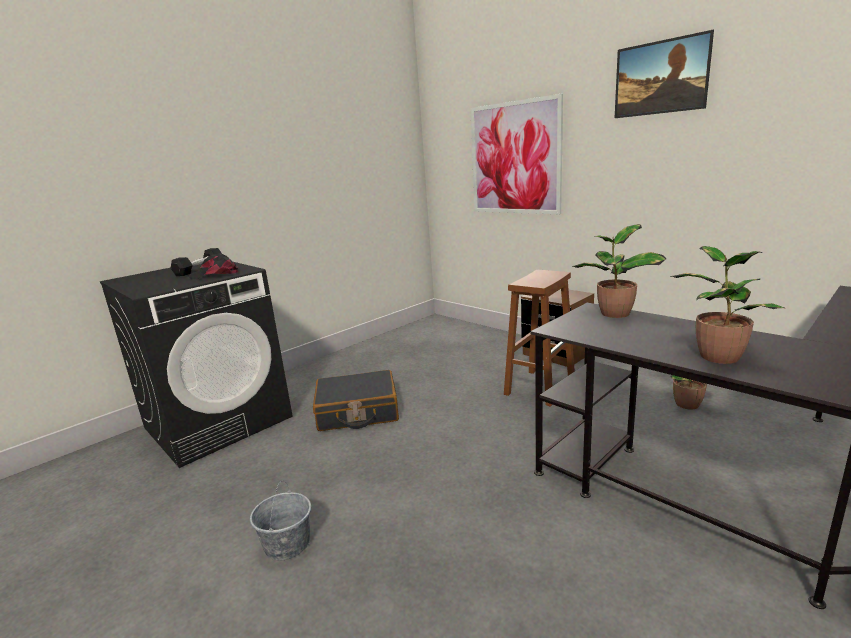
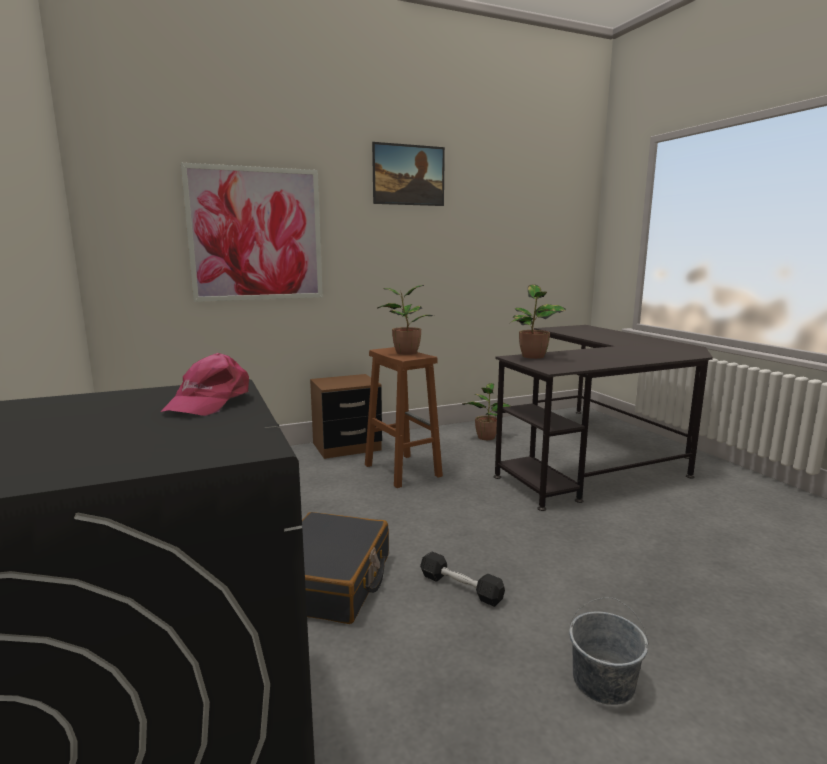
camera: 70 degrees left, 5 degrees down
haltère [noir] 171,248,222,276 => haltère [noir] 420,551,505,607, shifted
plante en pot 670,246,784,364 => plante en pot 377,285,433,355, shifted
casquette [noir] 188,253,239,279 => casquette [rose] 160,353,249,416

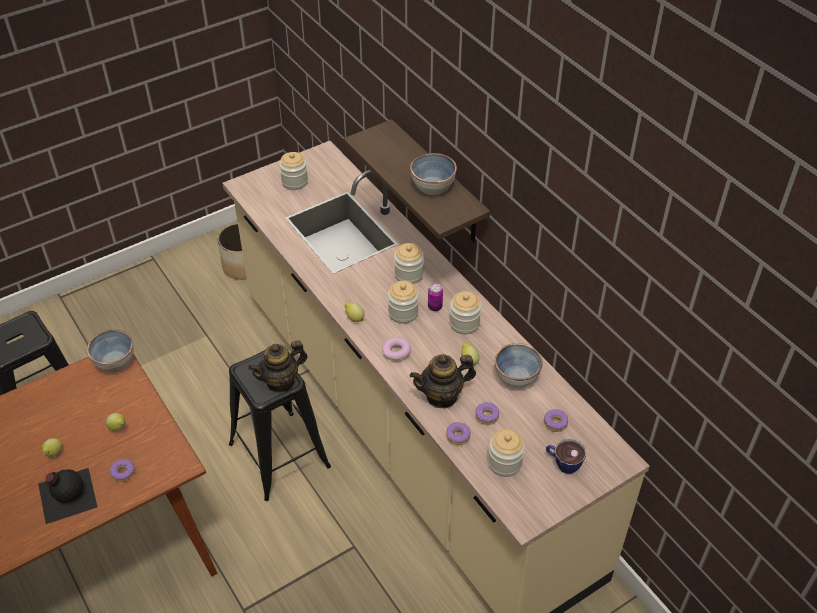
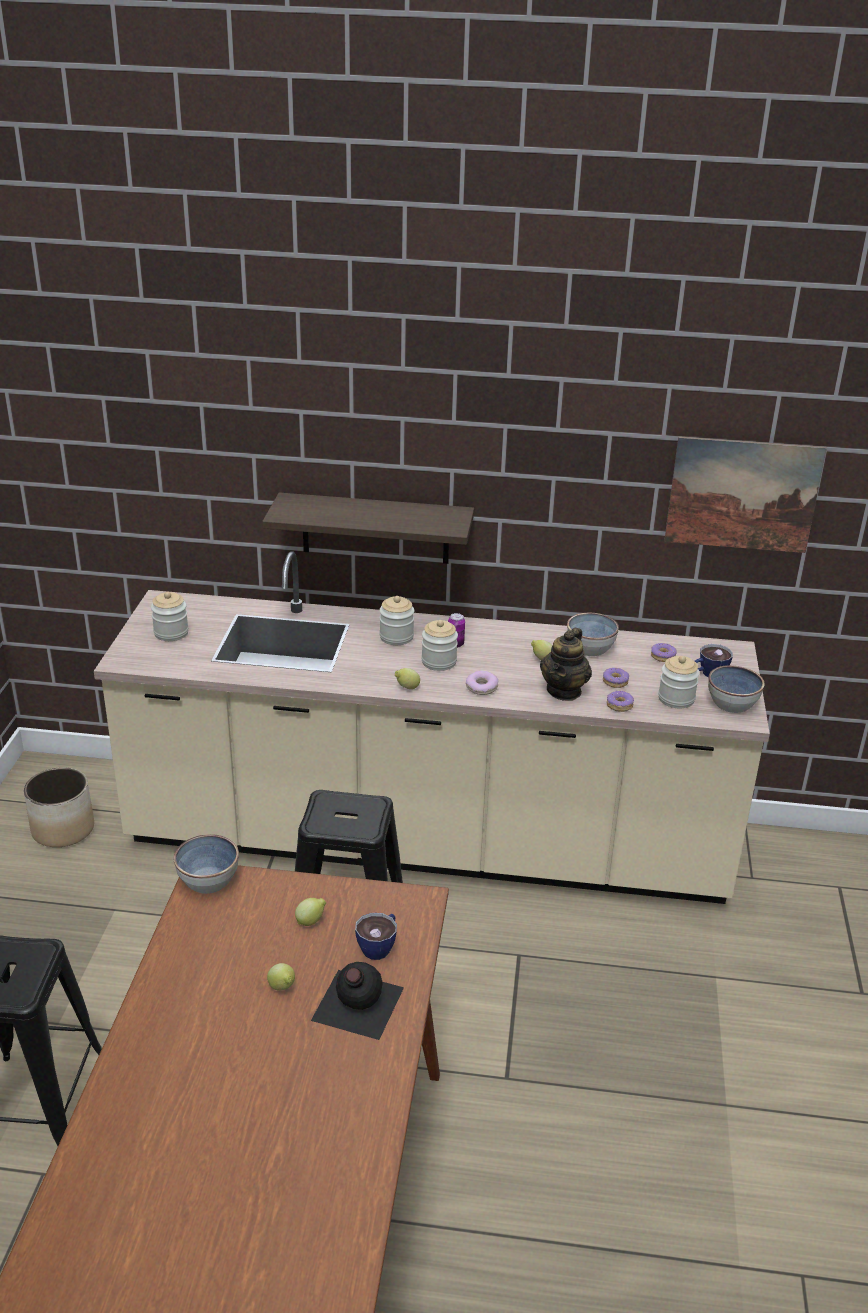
camera: 50 degrees left, 15 degrees down
théière 248,340,308,393 => nothing
bocal 449,291,481,334 => nothing
nothing => tableau 664,436,827,553
bol 410,153,457,195 => bol 708,665,765,713, shifted
beignet 110,459,135,482 => tasse 355,913,397,960

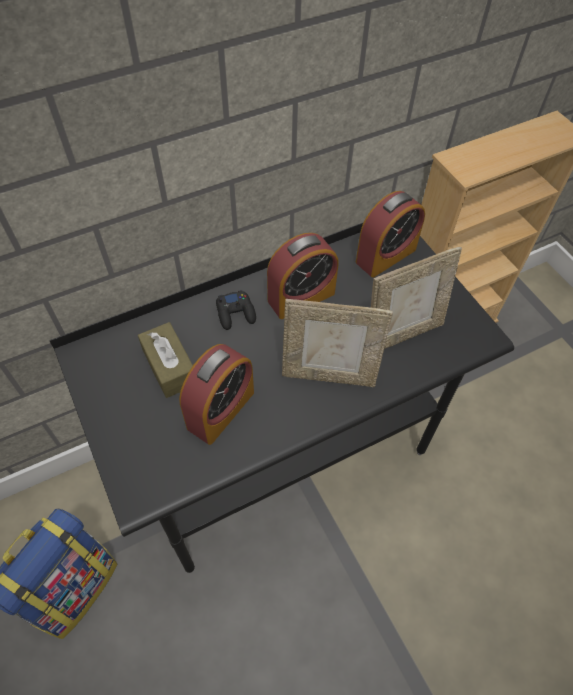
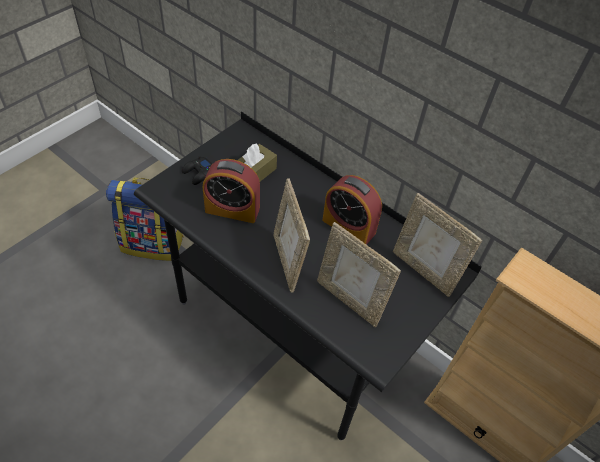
camera: 65 degrees right, 5 degrees down
manette [noir] 216,290,256,330 => manette [noir] 182,156,212,185, shifted
réveil 356,191,425,277 => cadre photo 393,193,482,297

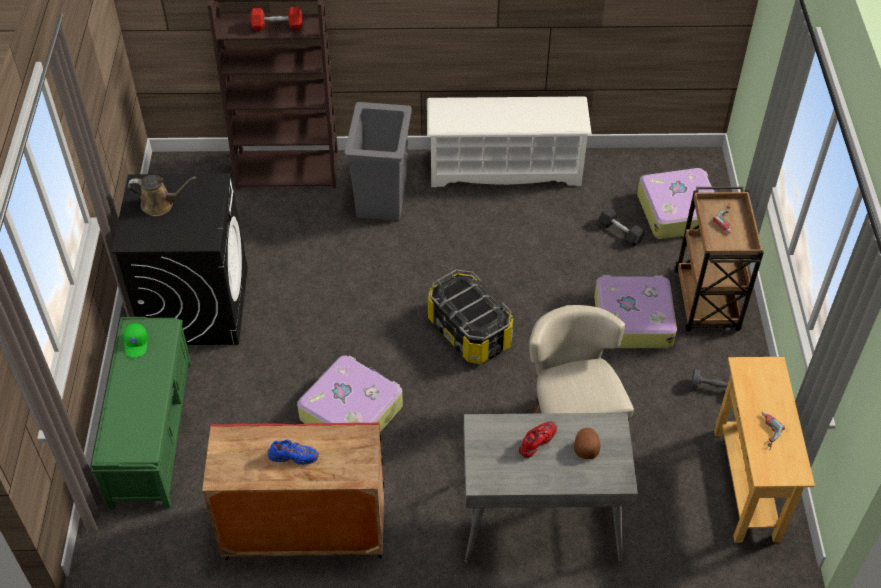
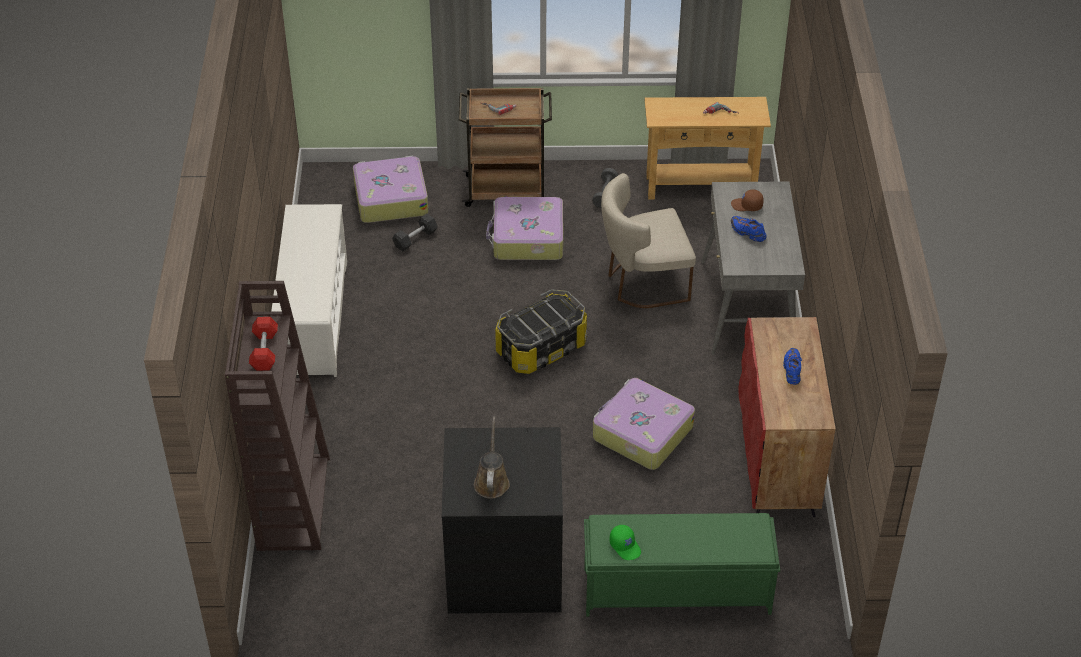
camera: 90 degrees left, 5 degrees down
poubelle [gris] 345,102,412,221 => nothing
chaussure [rouge] 519,421,557,458 => chaussure [bleu] 731,216,767,242
casquette [vert] 123,323,148,358 => casquette [vert] 609,525,641,560, 60 degrees clockwise

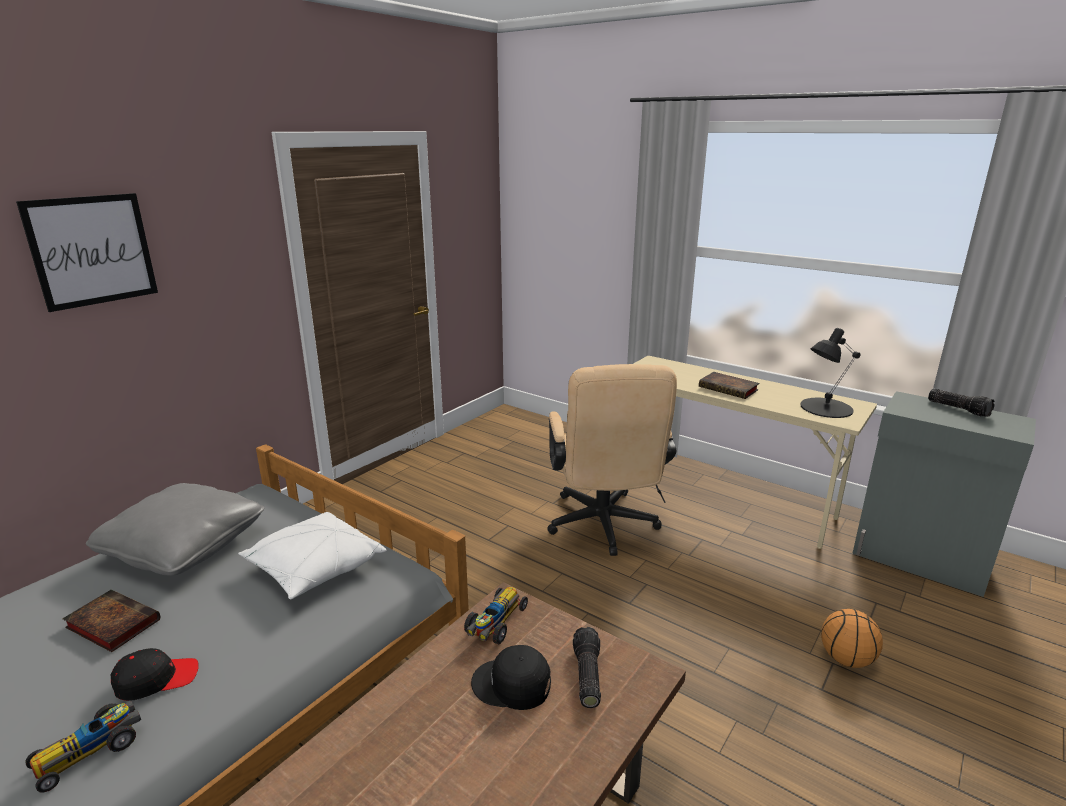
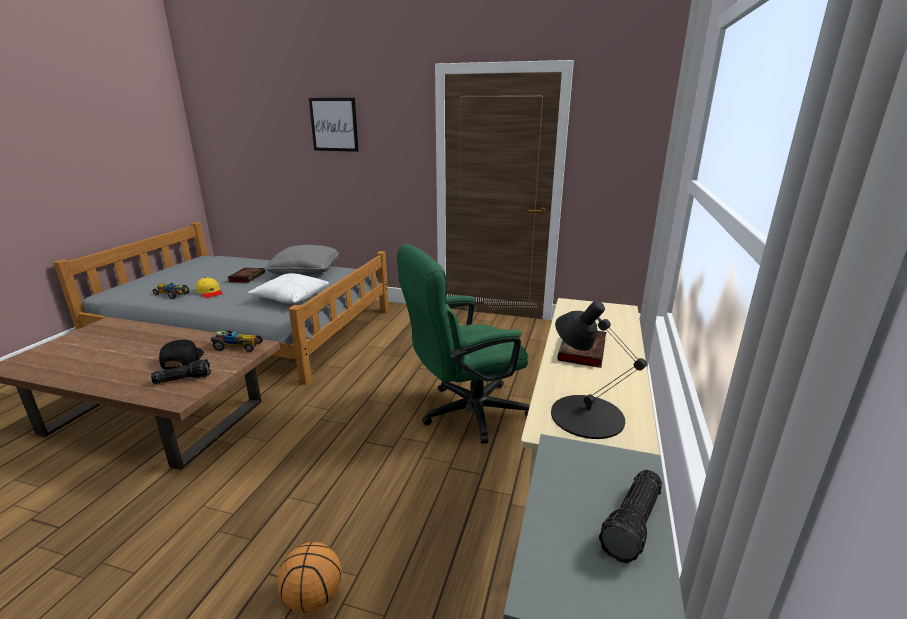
camera: 70 degrees right, 0 degrees up
casquette [noir] 111,648,199,701 => casquette [jaune] 196,277,222,298
chaise de bureau [beige] 547,364,677,556 => chaise de bureau [vert] 397,244,530,444

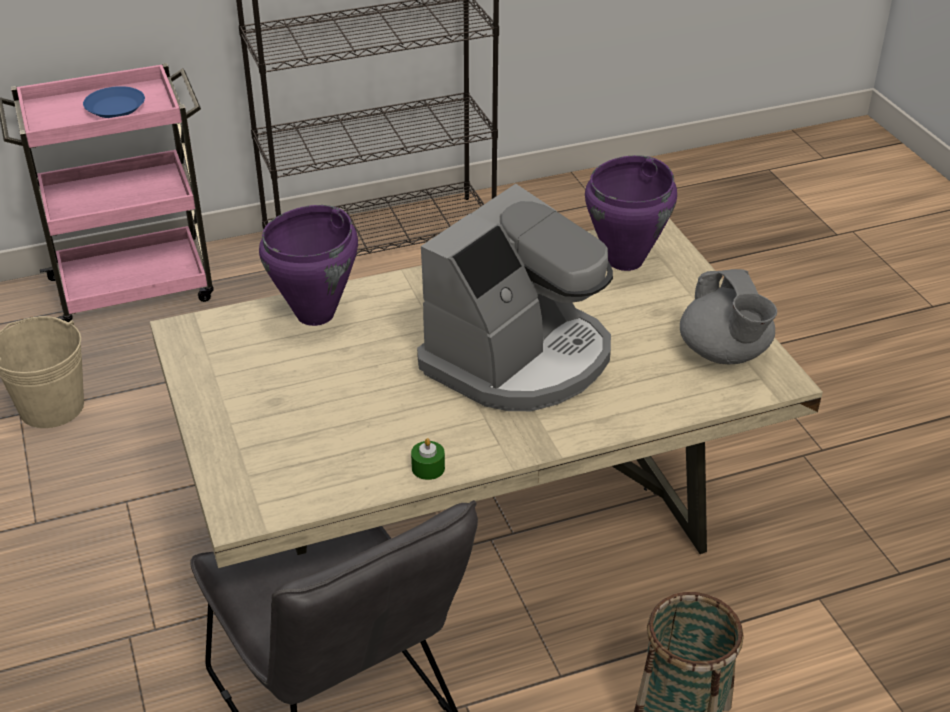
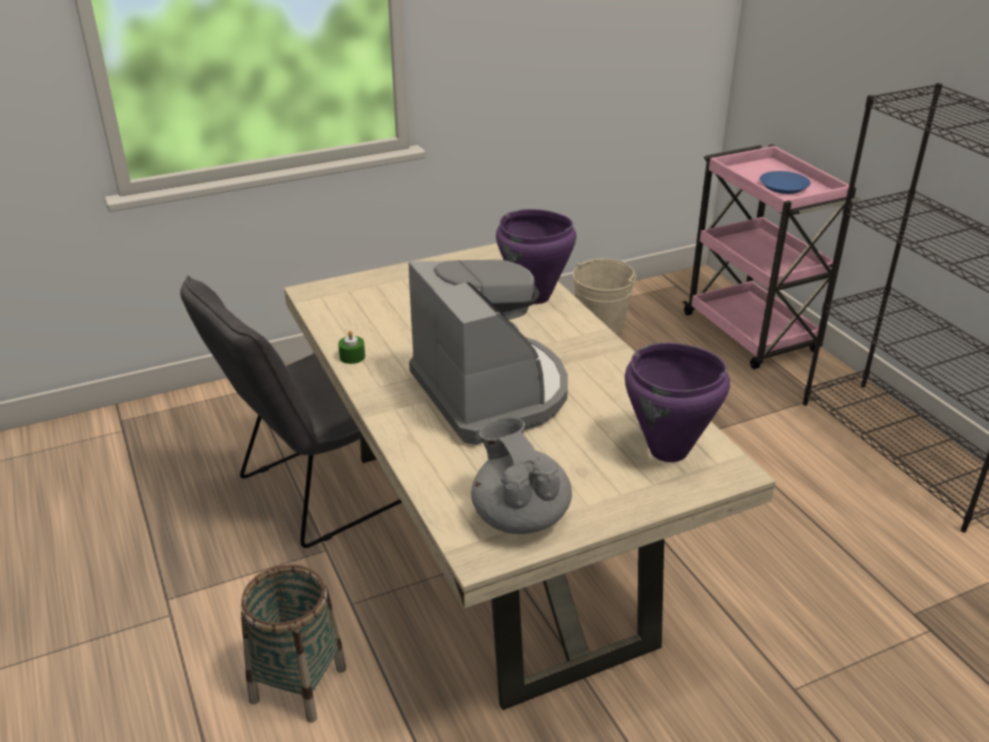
camera: 85 degrees right, 5 degrees down
machine à café 417,184,613,411 => machine à café 408,260,568,445, 150 degrees counterclockwise
théière [gris] 680,269,777,364 => théière [gris] 471,417,572,534, 90 degrees clockwise

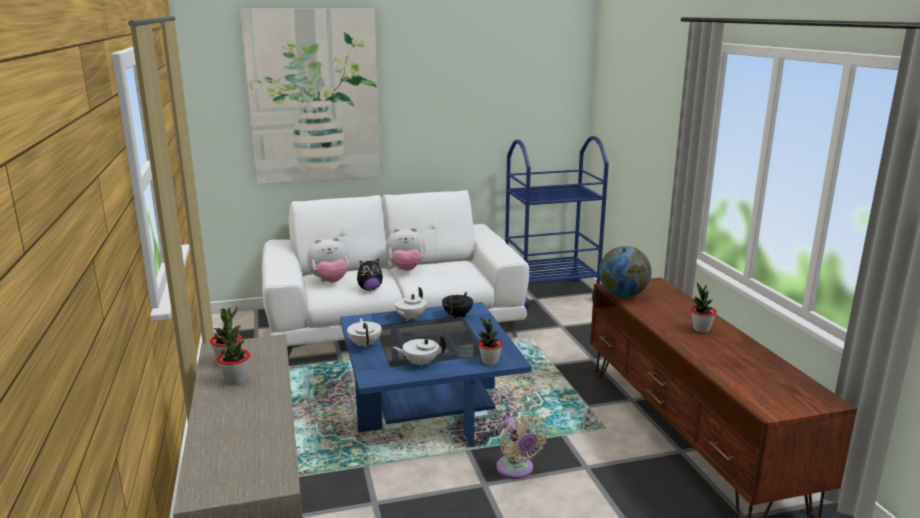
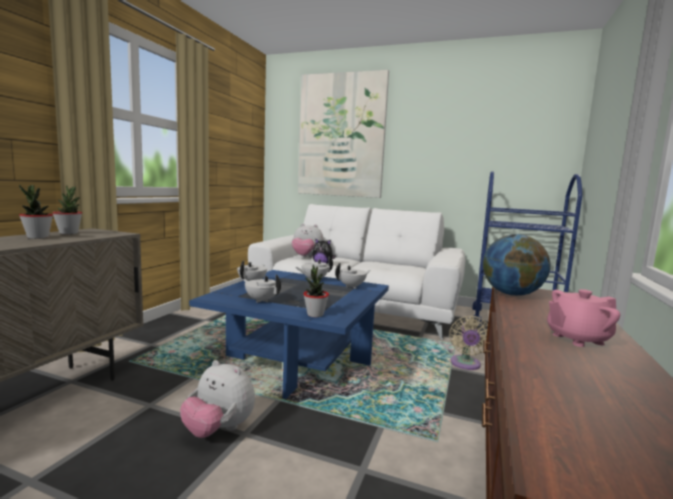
camera: 35 degrees right, 10 degrees down
peluche 386,228,425,271 => peluche 180,360,255,438, shifted
ventilateur [beige] 496,415,547,479 => ventilateur [beige] 449,316,488,370, shifted
plante en pot 691,282,717,333 => théière [rose] 547,289,620,347
théière [noir] 442,292,473,318 => théière [blanc] 335,263,371,289

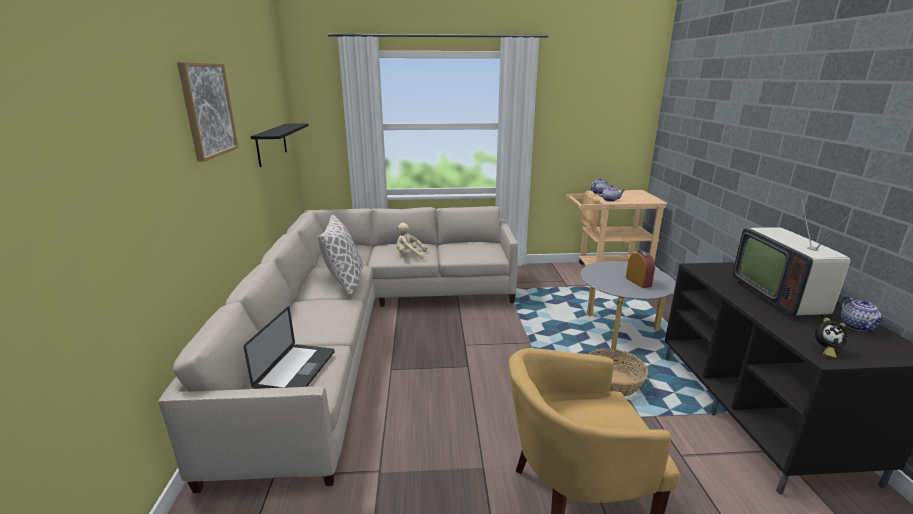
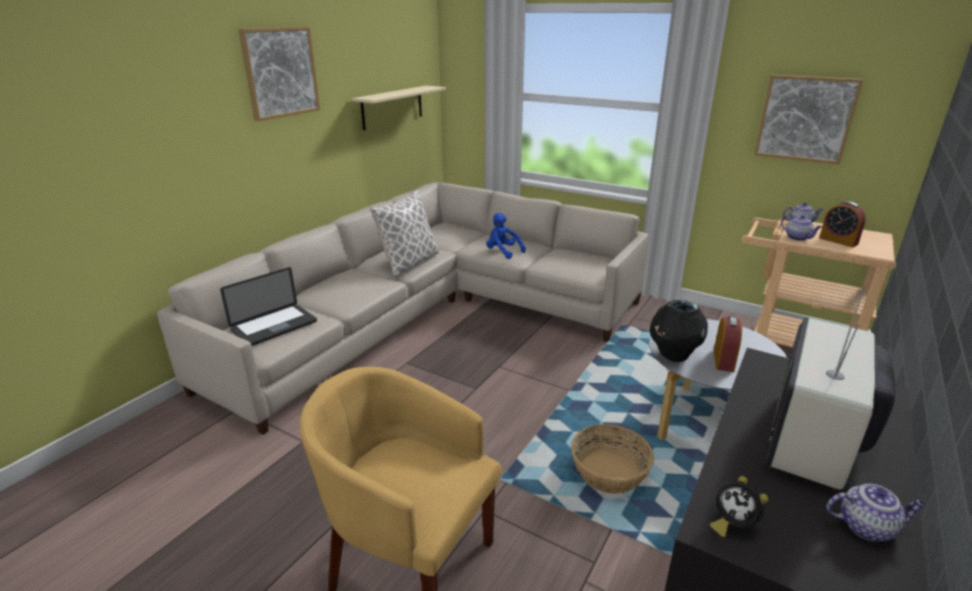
camera: 35 degrees right, 5 degrees up
nothing => vase [noir] 650,300,708,362
nothing => tableau 754,75,863,164
nothing => réveil 819,201,866,247
étagère [noir] 251,124,309,167 => étagère [beige] 352,86,446,130
peluche [beige] 396,223,427,259 => peluche [bleu] 486,213,526,259
théière 841,296,886,331 => théière 827,484,926,541, 120 degrees counterclockwise

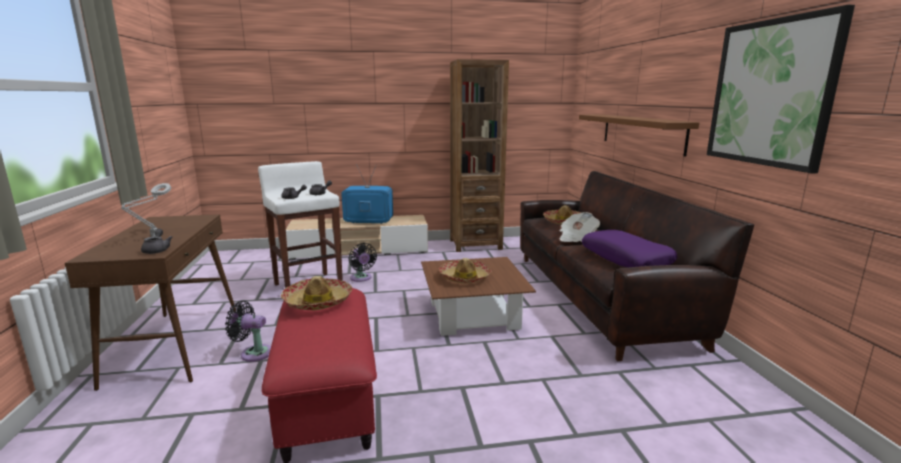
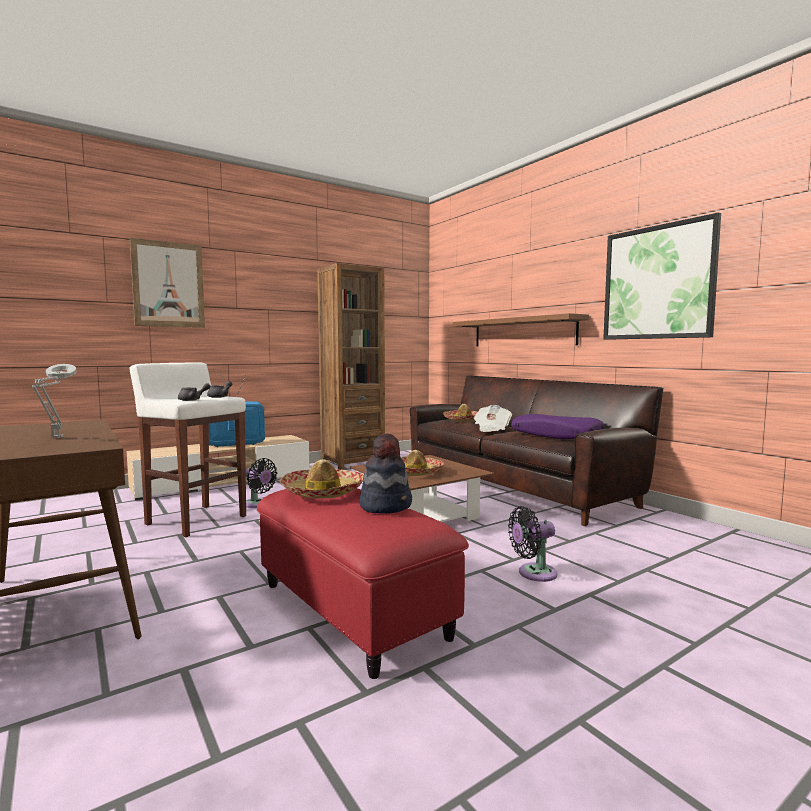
camera: 25 degrees left, 10 degrees down
théière [gris] 141,229,173,254 => nothing
nothing => tableau 130,238,205,328
nothing => chapeau 359,433,412,514
ventilateur [noir] 225,301,271,362 => ventilateur [noir] 508,506,558,582, shifted

